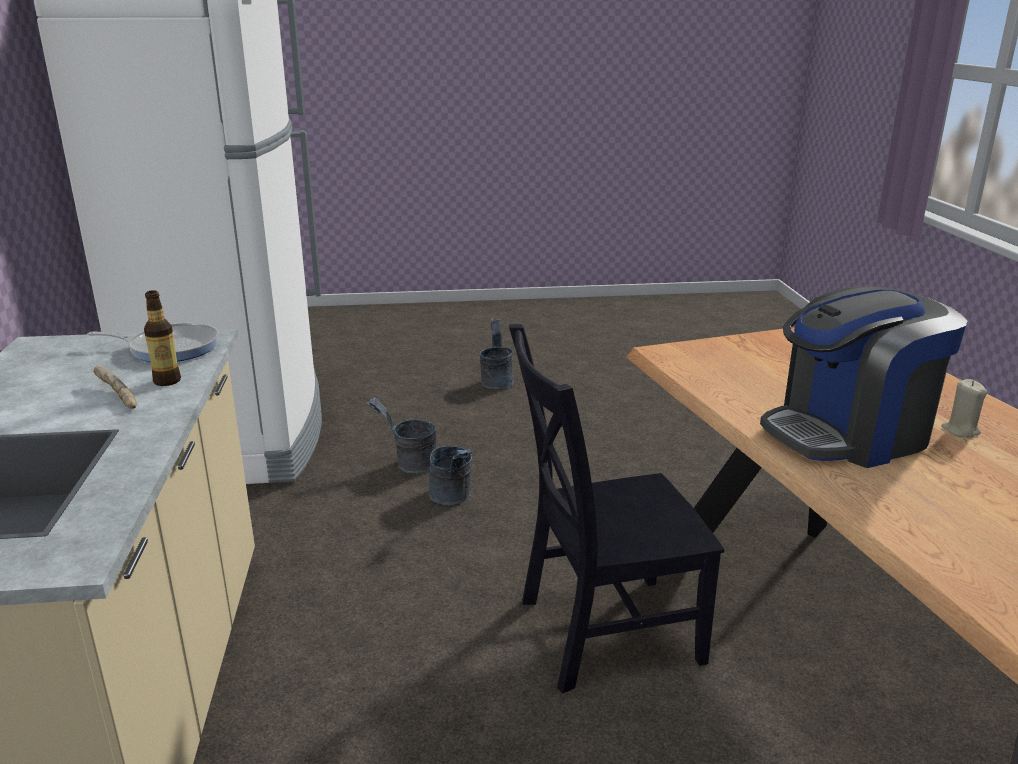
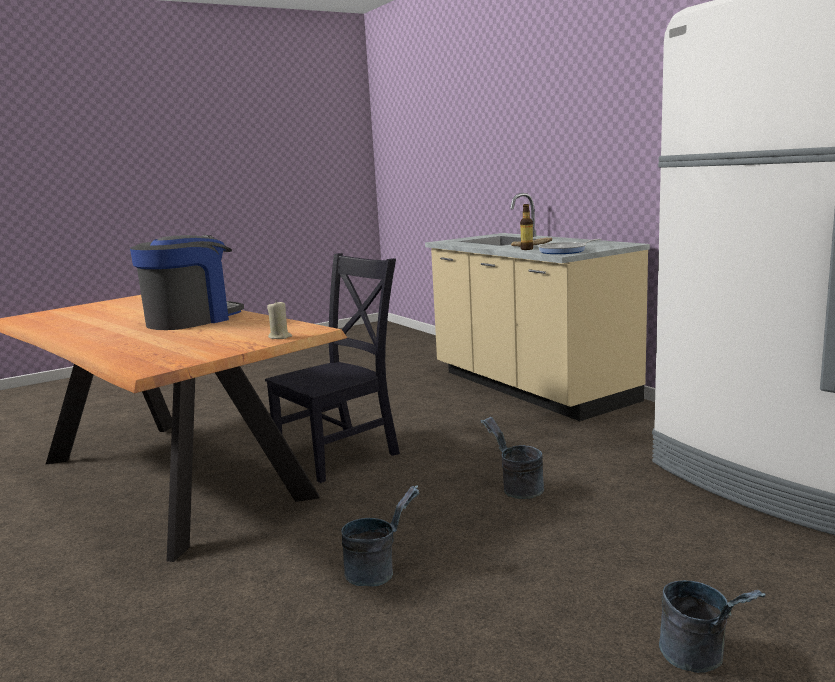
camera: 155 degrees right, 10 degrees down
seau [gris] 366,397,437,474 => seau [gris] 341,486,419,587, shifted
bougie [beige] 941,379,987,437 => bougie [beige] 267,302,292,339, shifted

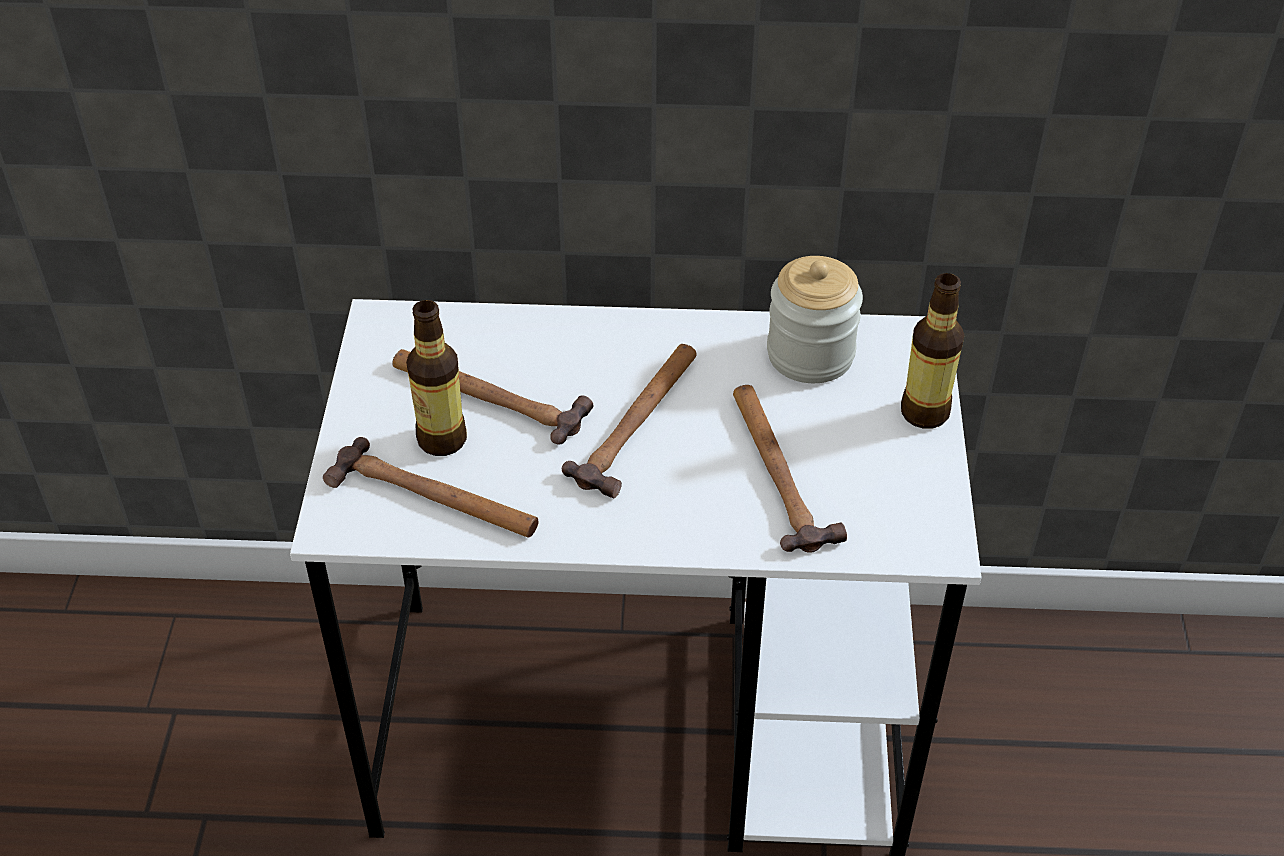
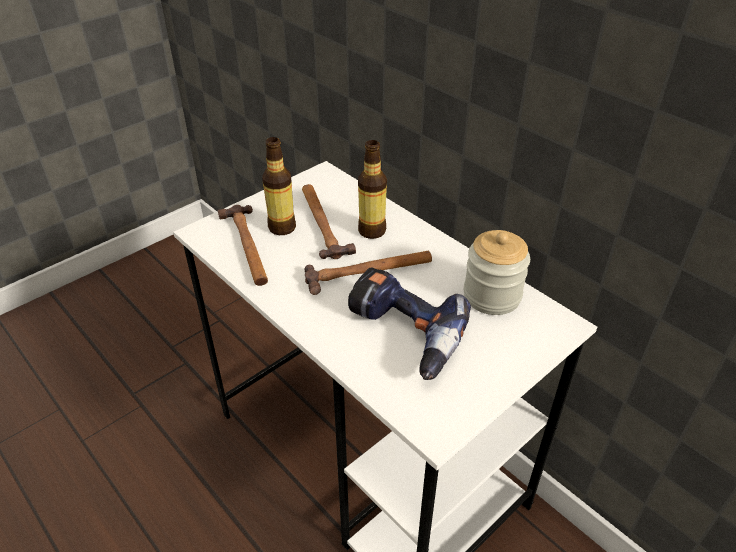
camera: 45 degrees right, 5 degrees down
bouteille 901,273,965,429 => bouteille 358,140,387,239, shifted
marteau 733,385,847,553 => perceuse 348,268,471,380

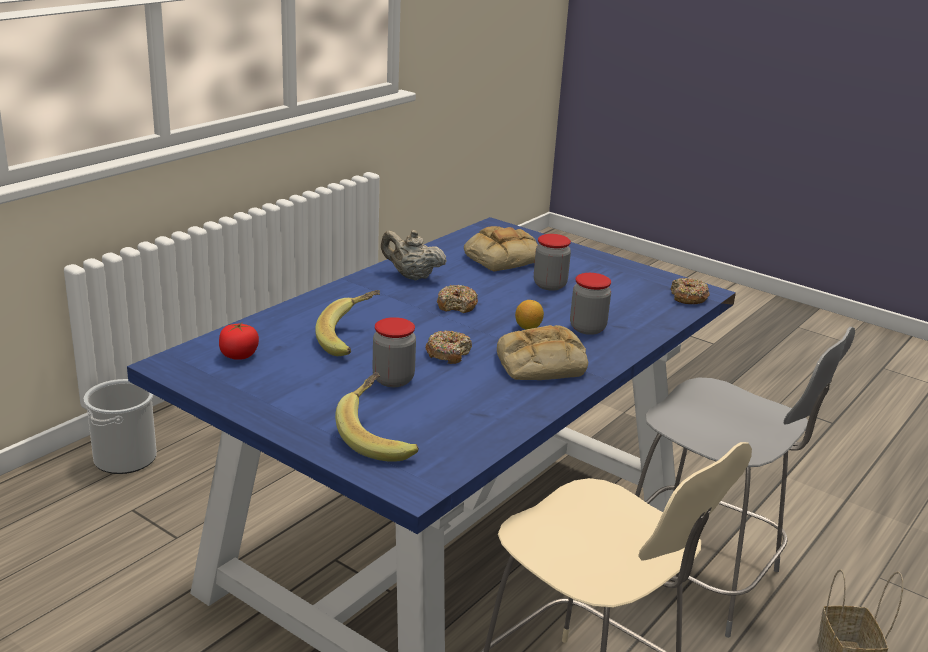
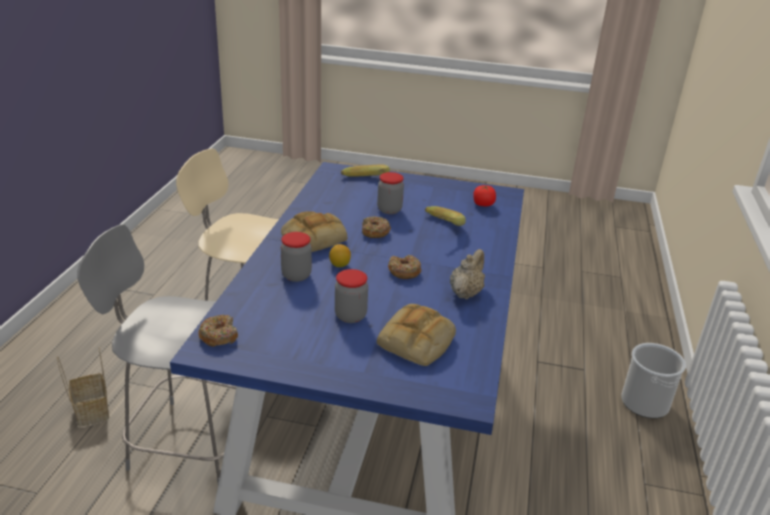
camera: 155 degrees right, 5 degrees up
théière [beige] 381,230,447,281 => théière [beige] 450,249,485,300, 60 degrees counterclockwise

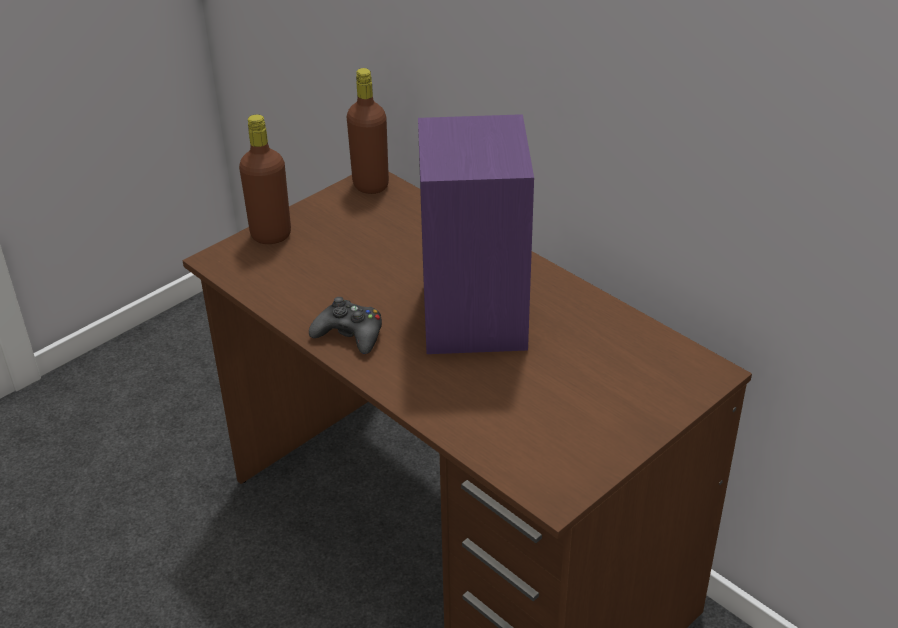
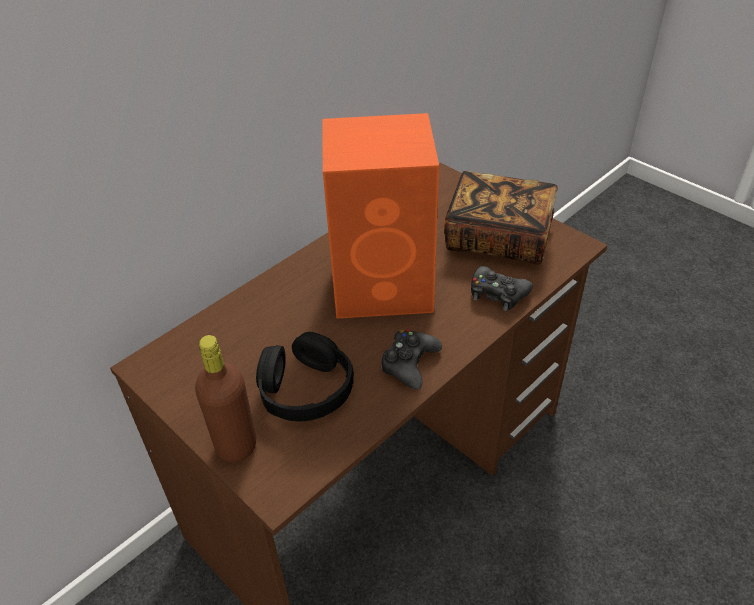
camera: 90 degrees left, 5 degrees up
bouteille [marron] 347,68,389,194 => nothing
nothing => casque audio [noir] 256,332,354,421
nothing => livre 444,171,558,265
nothing => manette [noir] 471,266,533,311
enceinte [violet] 418,114,534,354 => enceinte [orange] 322,113,439,319

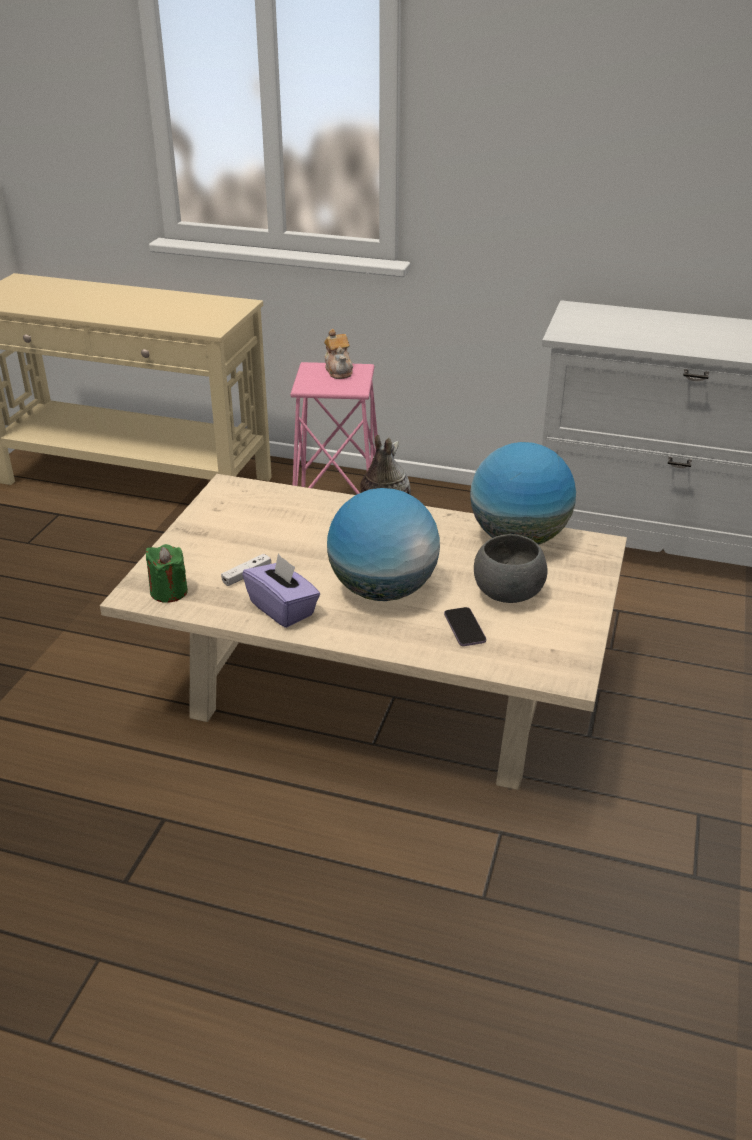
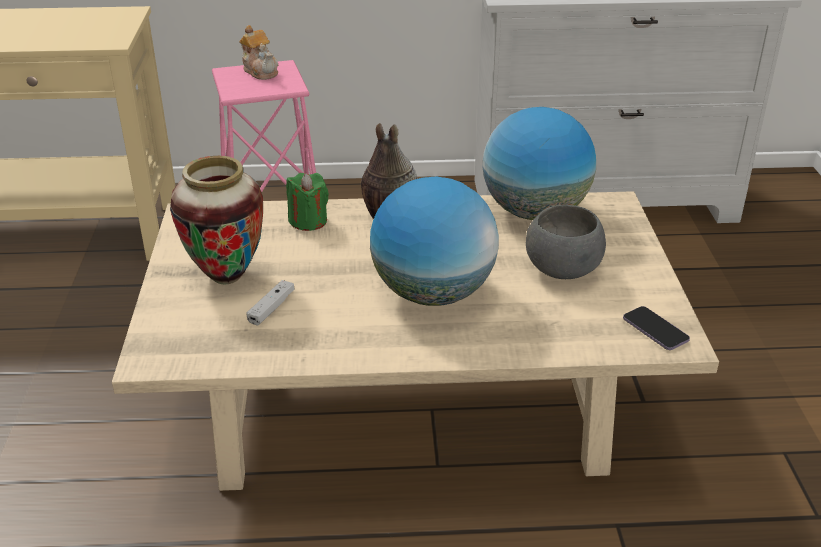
camera: 20 degrees left, 0 degrees up
boîte à mouchoirs [violet] 242,553,320,628 => nothing
nothing => vase 170,156,263,284
bougie [vert] 146,544,188,603 => bougie [vert] 286,173,329,231, shifted
téléphone 444,607,486,646 => téléphone 623,306,690,350, shifted

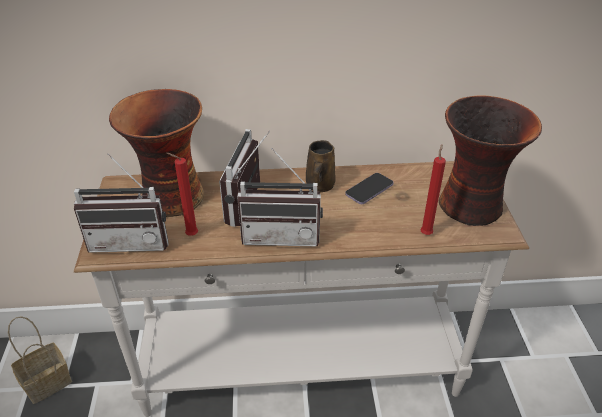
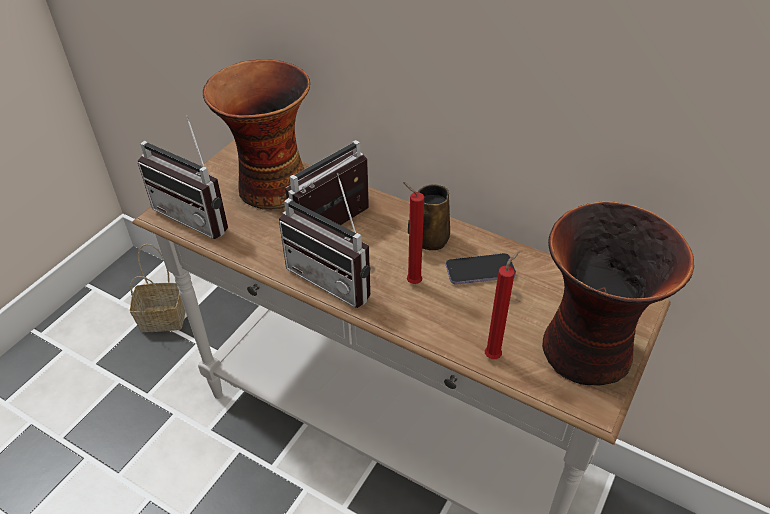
camera: 35 degrees right, 5 degrees up
bougie [rouge] 167,153,198,236 => bougie [rouge] 403,182,424,284, shifted

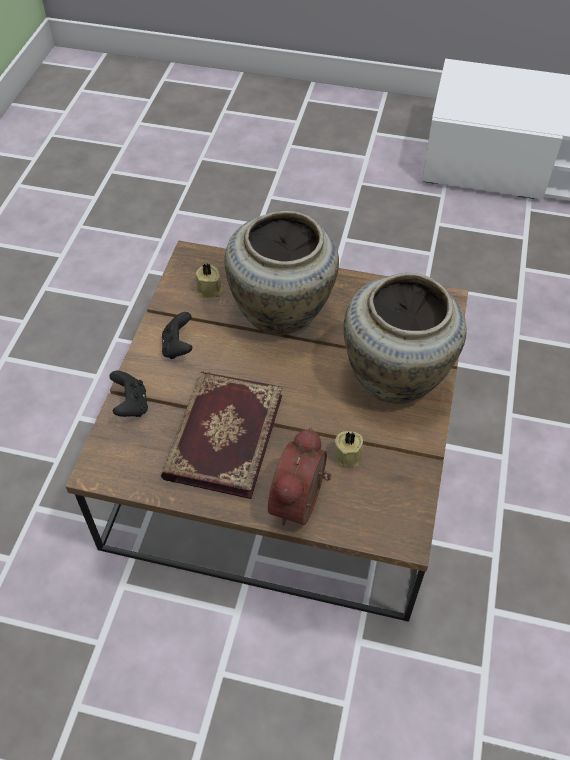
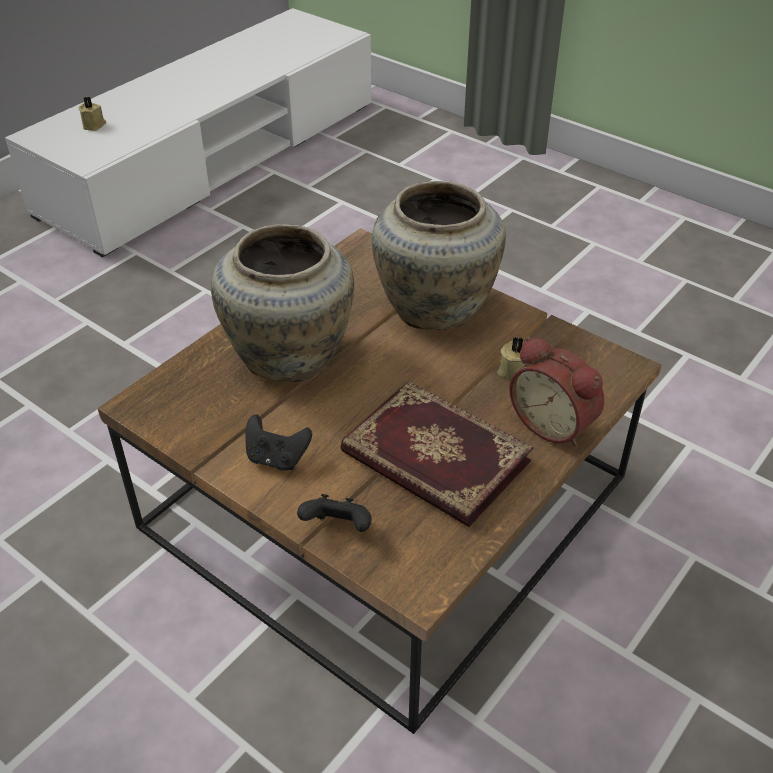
camera: 65 degrees left, 10 degrees down
bougie [beige] 196,264,224,298 => bougie [beige] 78,97,106,131, shifted

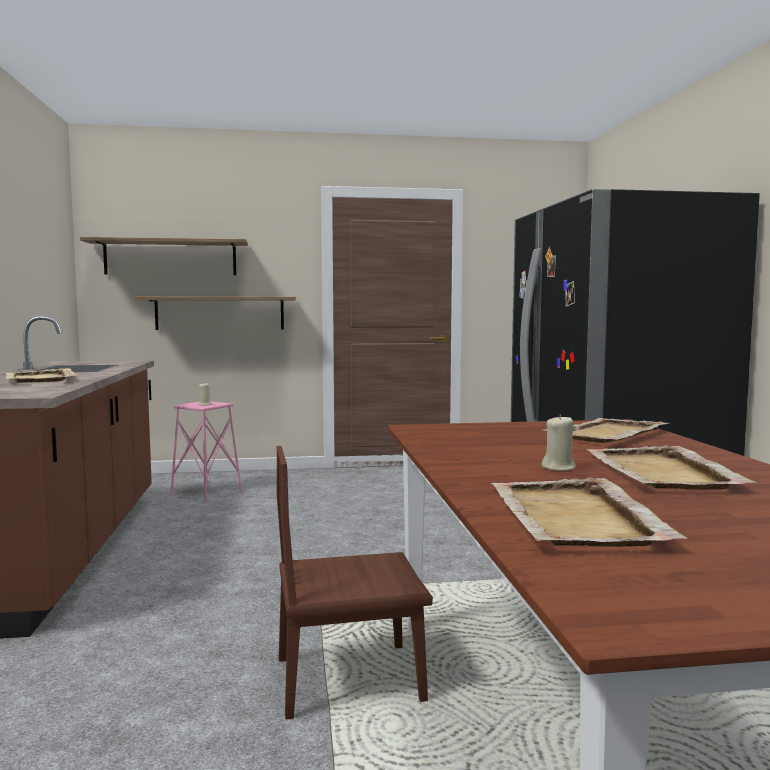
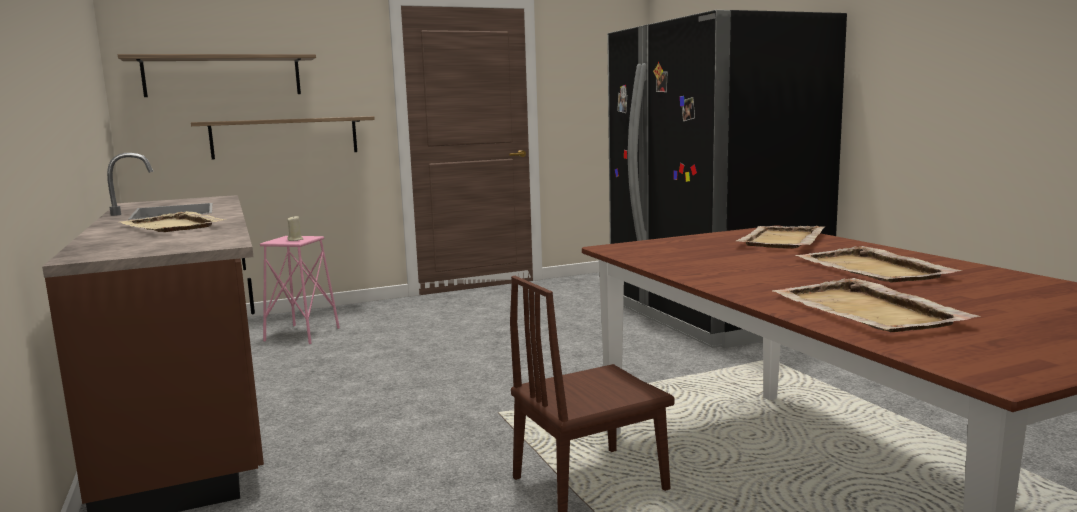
camera: 15 degrees left, 5 degrees up
bougie [beige] 542,415,576,471 => nothing

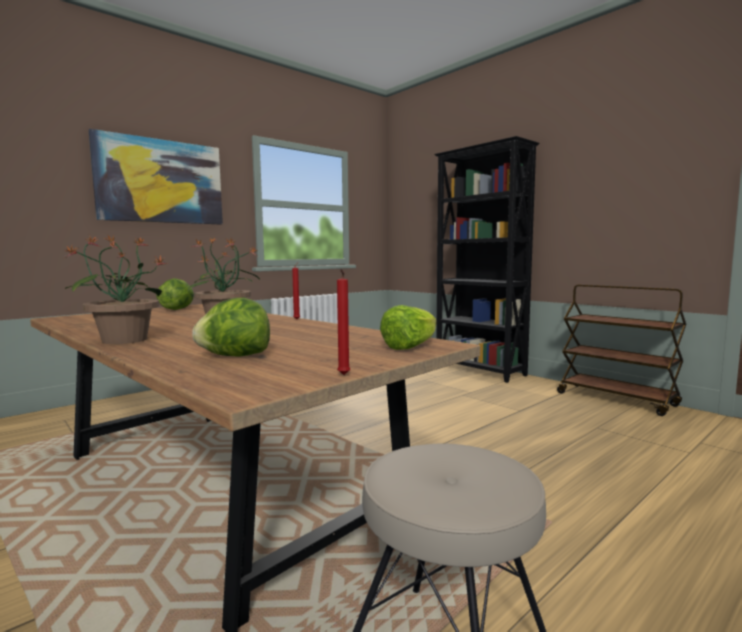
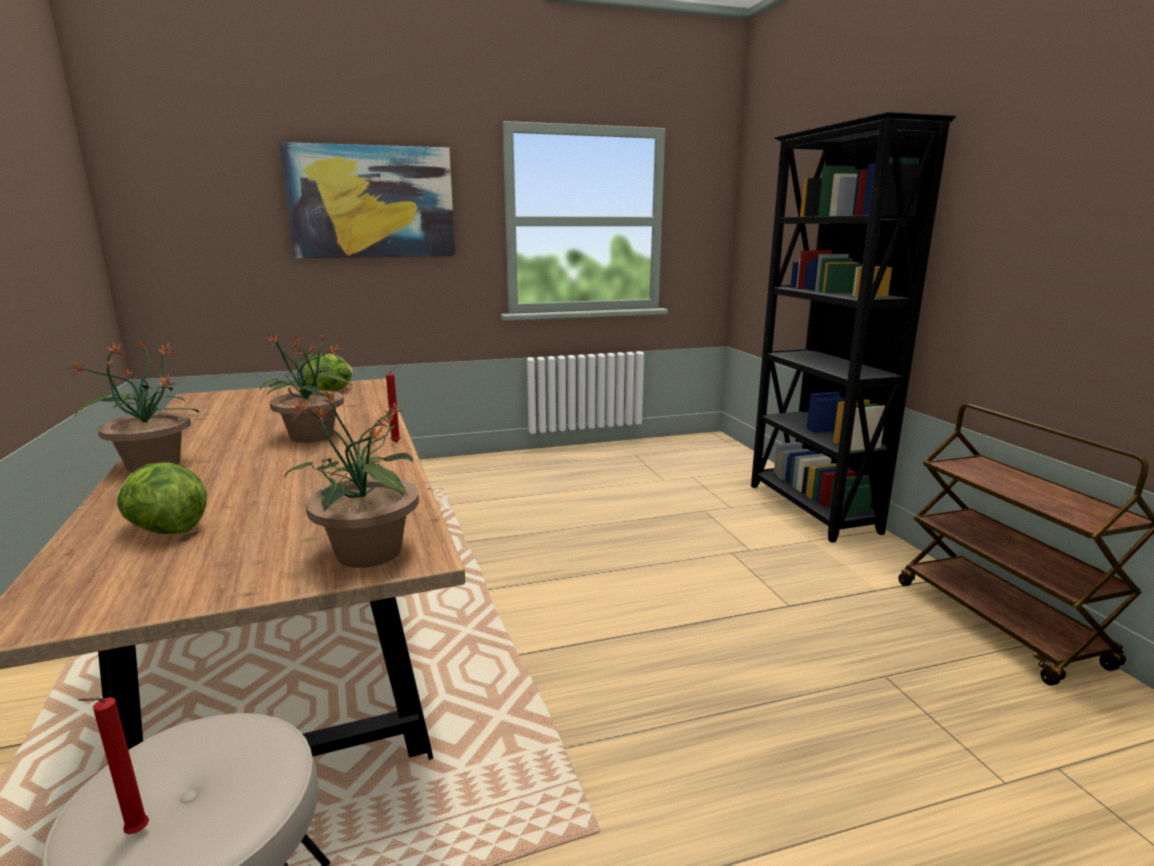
camera: 25 degrees right, 10 degrees up
bougie [rouge] 337,269,350,375 => bougie [rouge] 78,697,149,834, shifted
laitue 380,305,436,350 => plante en pot 284,390,419,568

